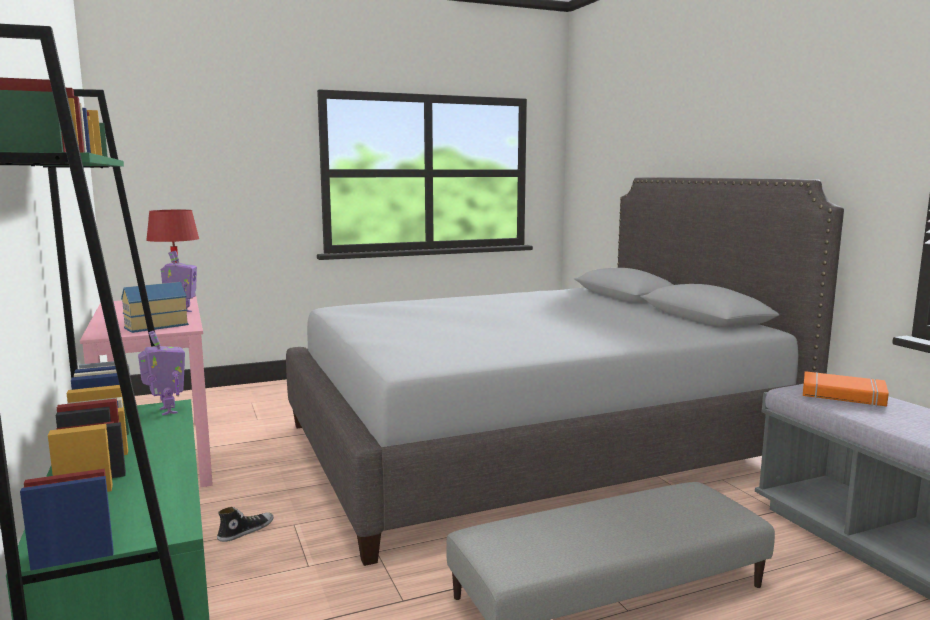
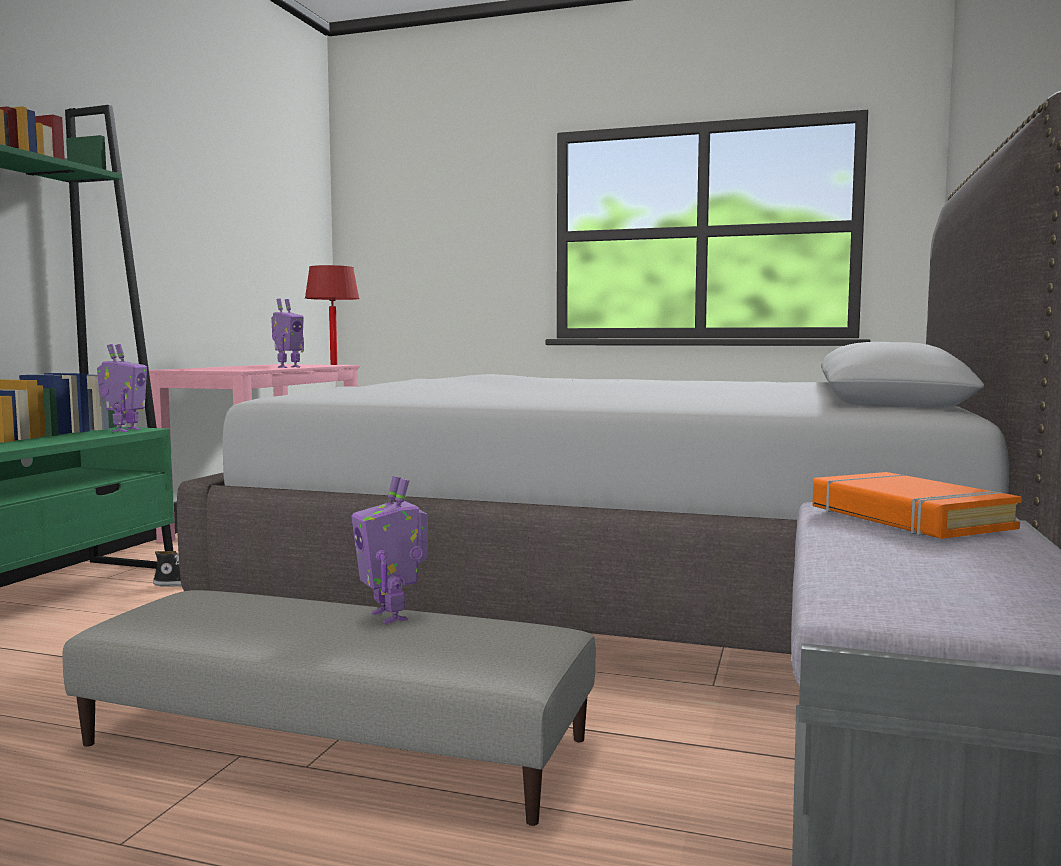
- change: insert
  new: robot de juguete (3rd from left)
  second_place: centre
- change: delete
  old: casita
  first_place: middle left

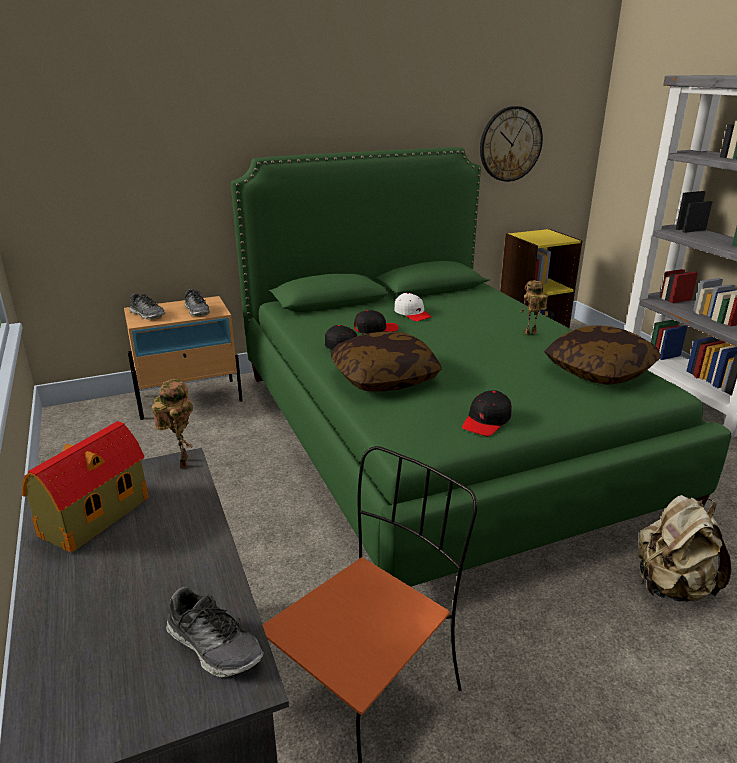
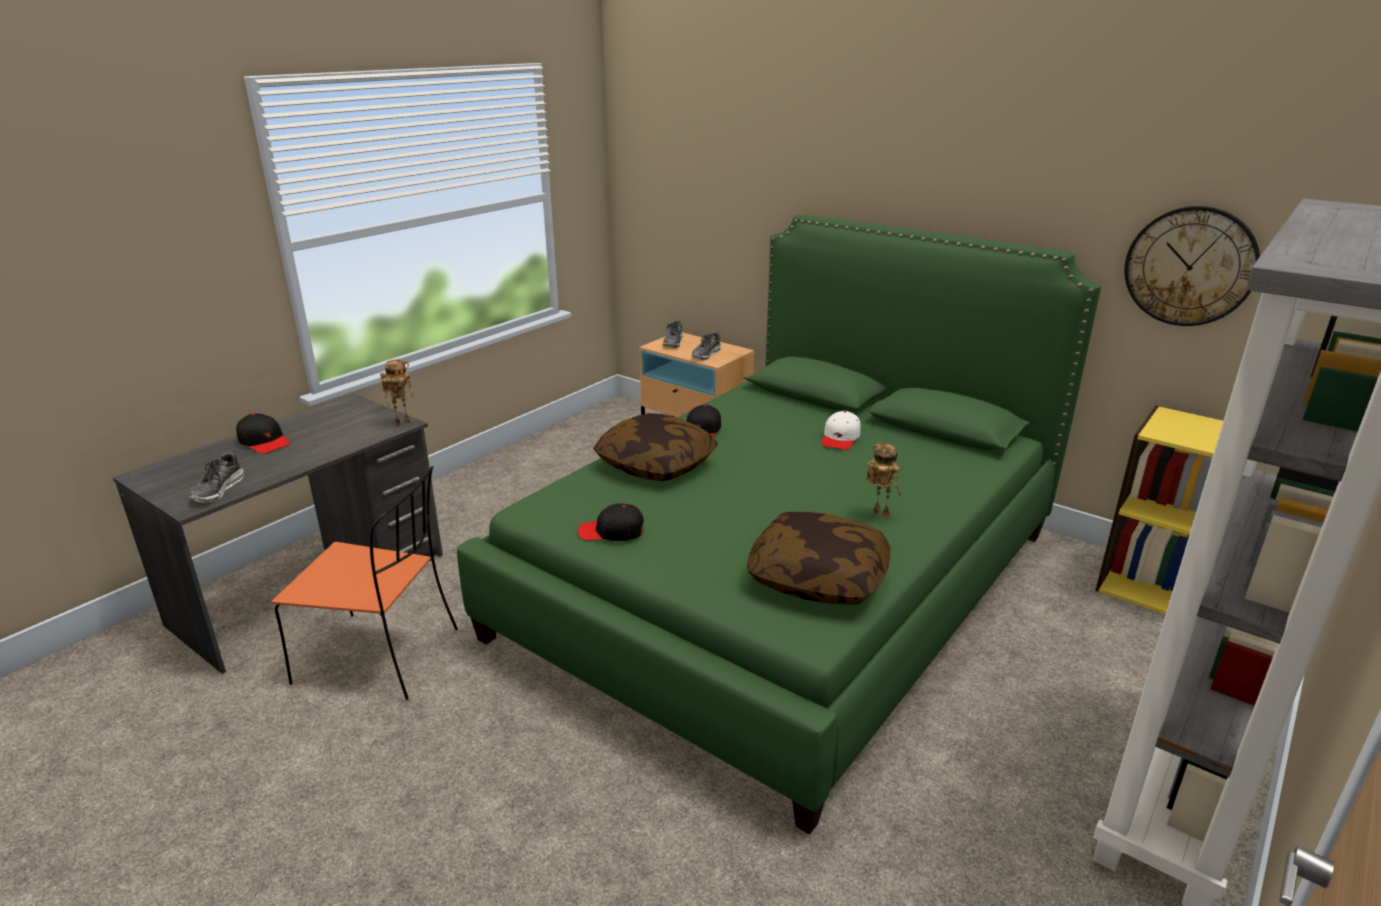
- change: move
  old: gorra/negro (2nd from left in the first image)
  new: gorra/negro (1st from left)
  first_place: centre
  second_place: middle left
- change: delete
  old: casita
  first_place: middle left
- change: delete
  old: mochila/beis
  first_place: bottom right

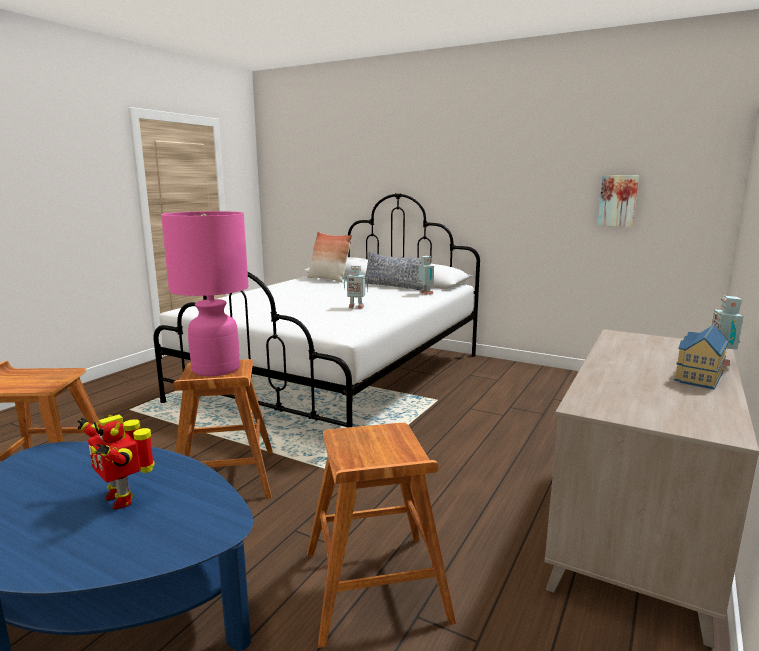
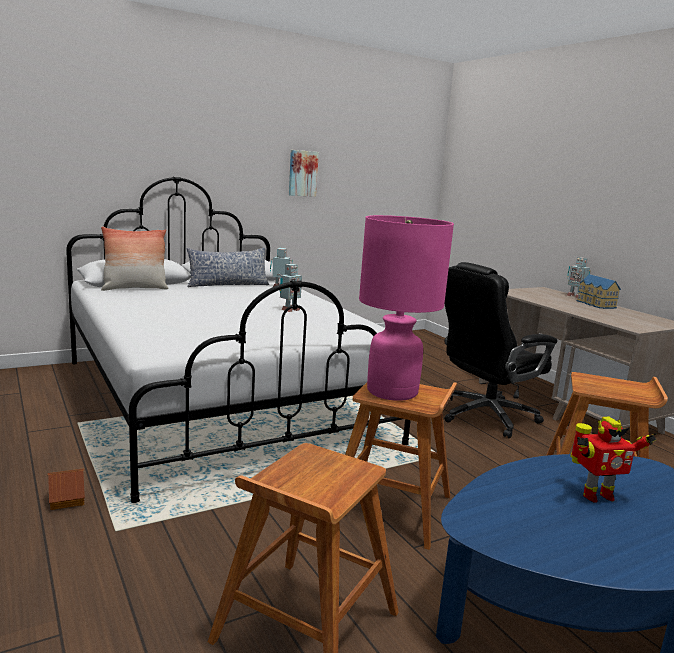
- change: insert
  new: casita (1st from left)
  second_place: bottom left
- change: move
  old: cuadro
  first_place: top right
  second_place: top centre
- change: insert
  new: silla de oficina/negro
  second_place: middle right

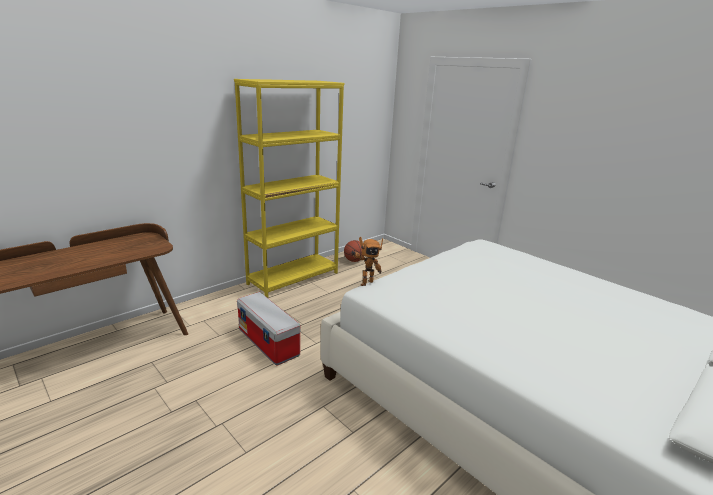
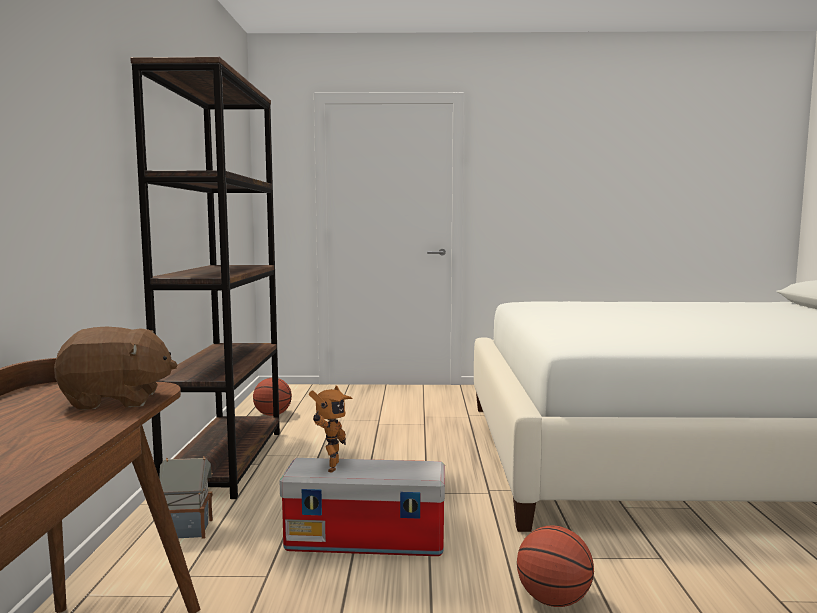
- change: insert
  new: peluche/marrón
  second_place: middle left
- change: recolor
  old: estantería/amarillo
  new: estantería/marrón
  first_place: centre
  second_place: middle left
- change: insert
  new: casita
  second_place: bottom left
- change: move
  old: robot de juguete
  first_place: centre
  second_place: bottom centre
- change: insert
  new: balón de baloncesto (2nd from left)
  second_place: bottom right

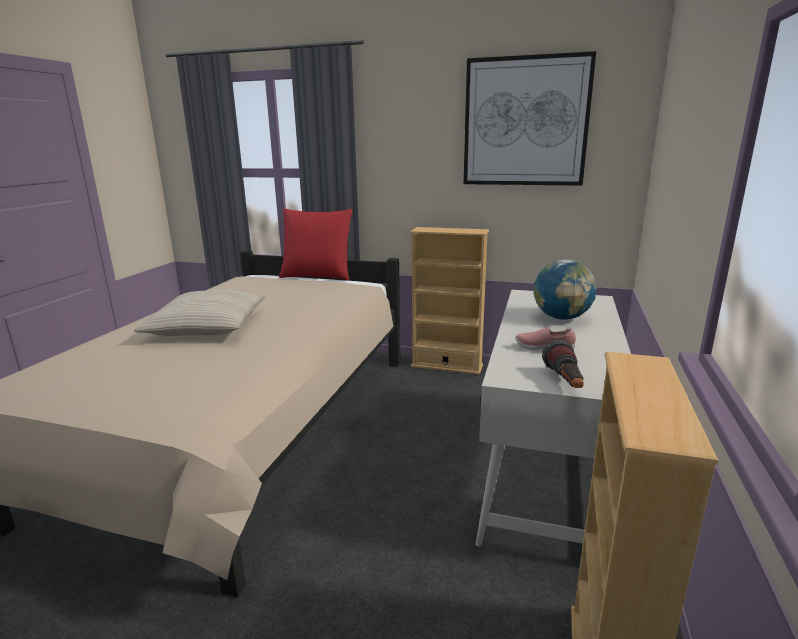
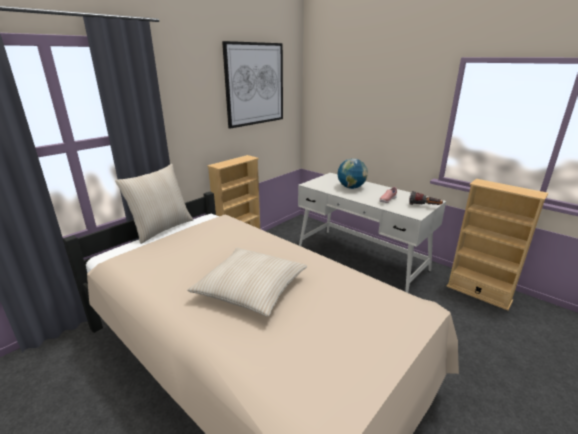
- change: recolor
  old: cojín/rojo
  new: cojín/beis (1st from left)
  first_place: centre
  second_place: middle left

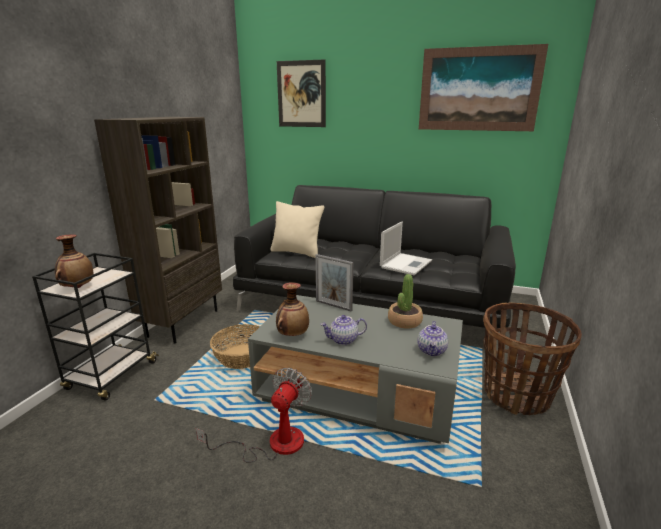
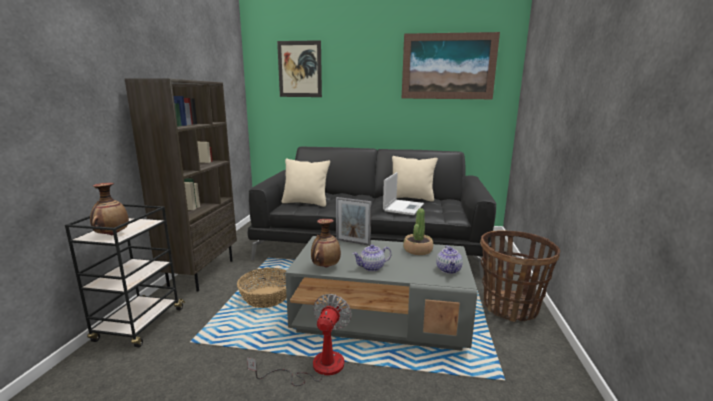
- change: insert
  new: cojín/beis (2nd from left)
  second_place: centre

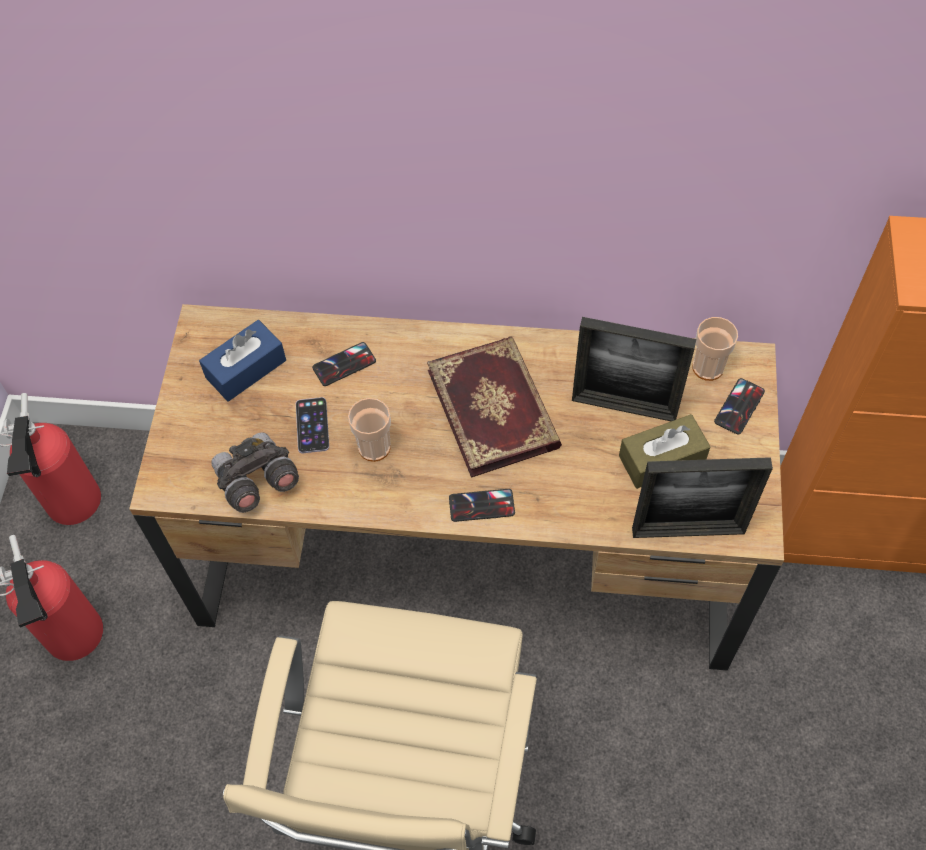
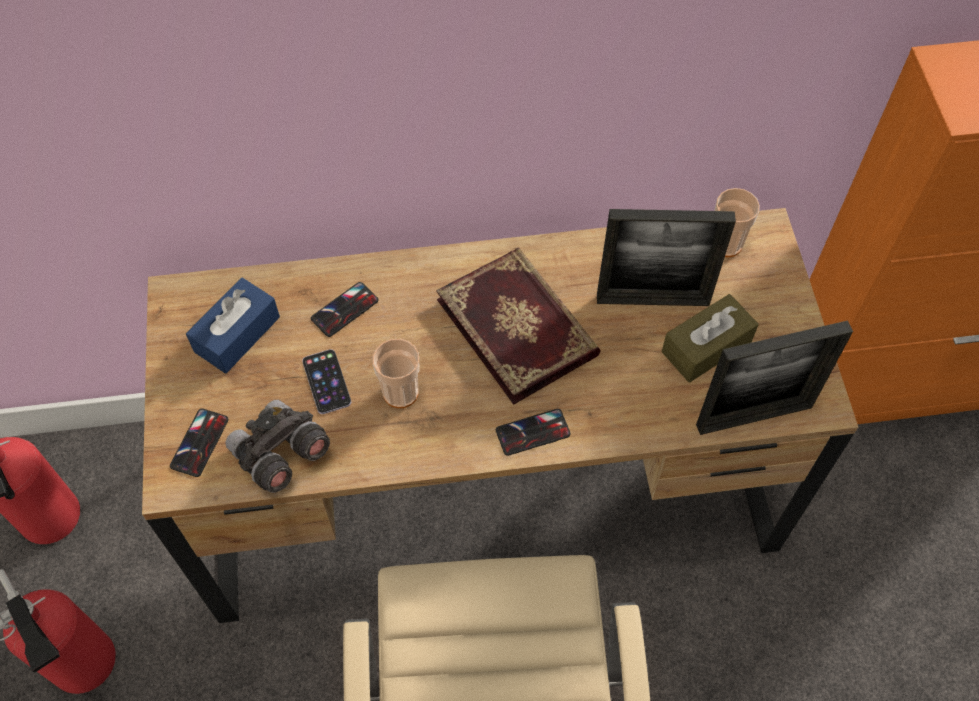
- change: move
  old: móvil (4th from left in the first image)
  new: móvil (1st from left)
  first_place: middle right
  second_place: middle left

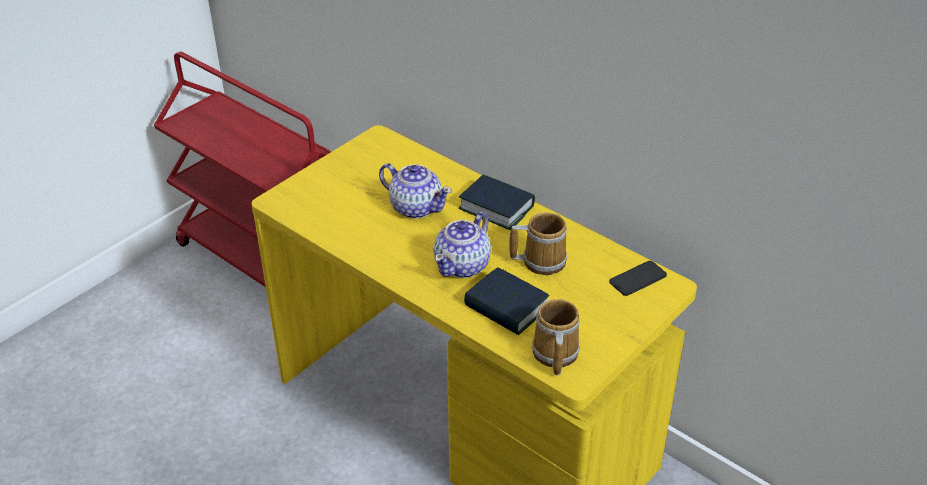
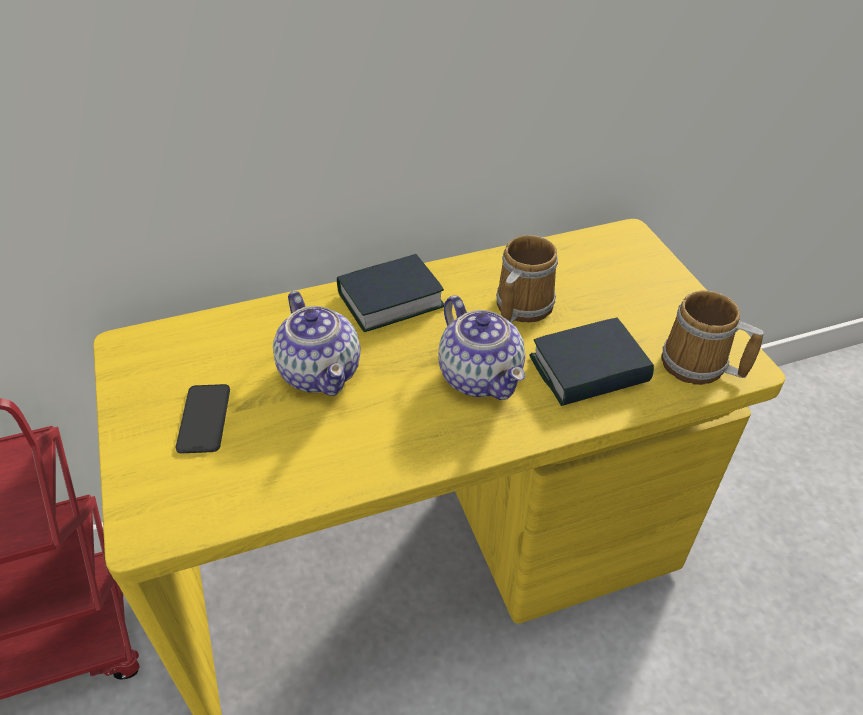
- change: move
  old: móvil
  first_place: middle right
  second_place: middle left
- change: rotate
  old: tetera (1st from left)
  first_place: centre
  second_place: centre
  degrees: 90

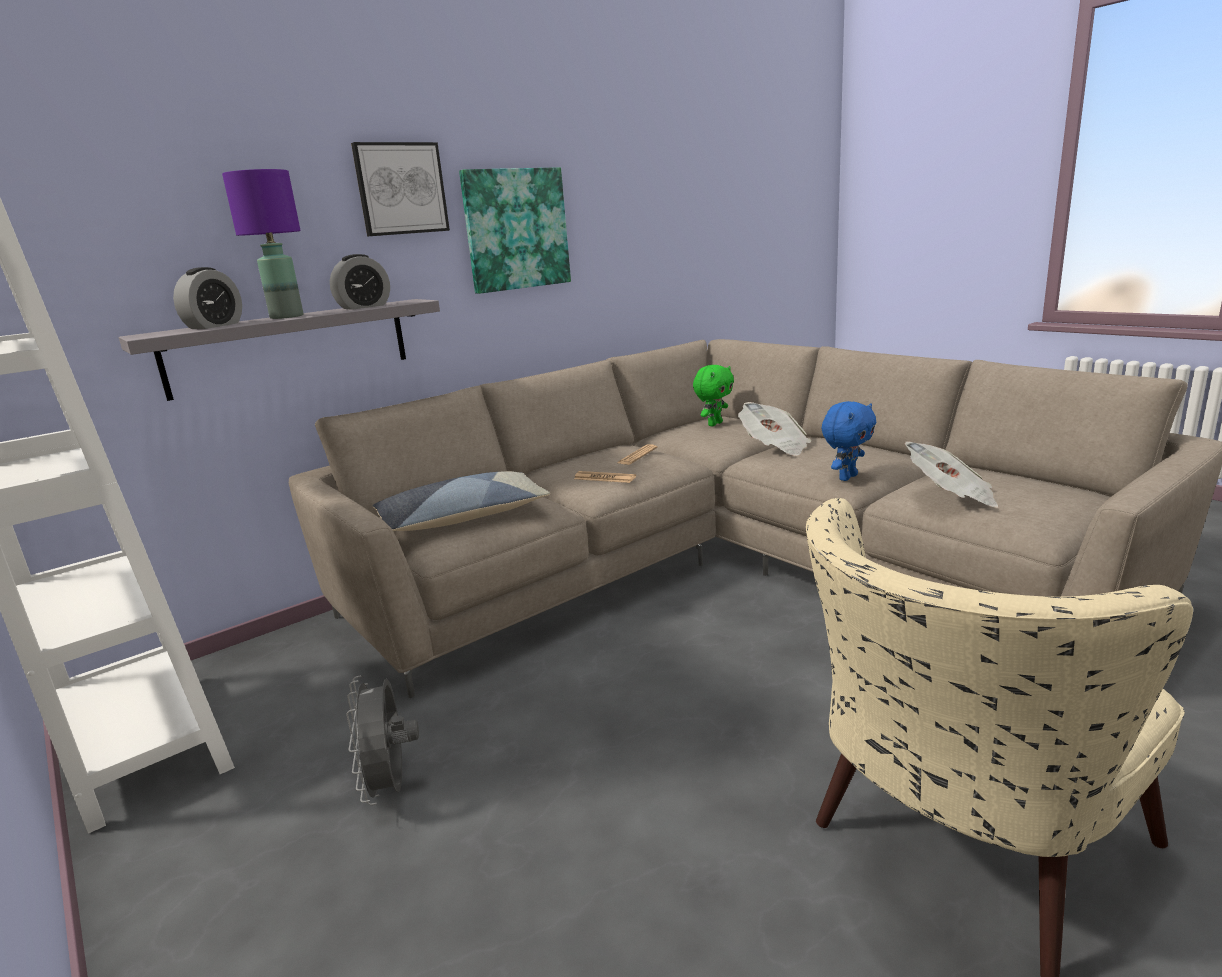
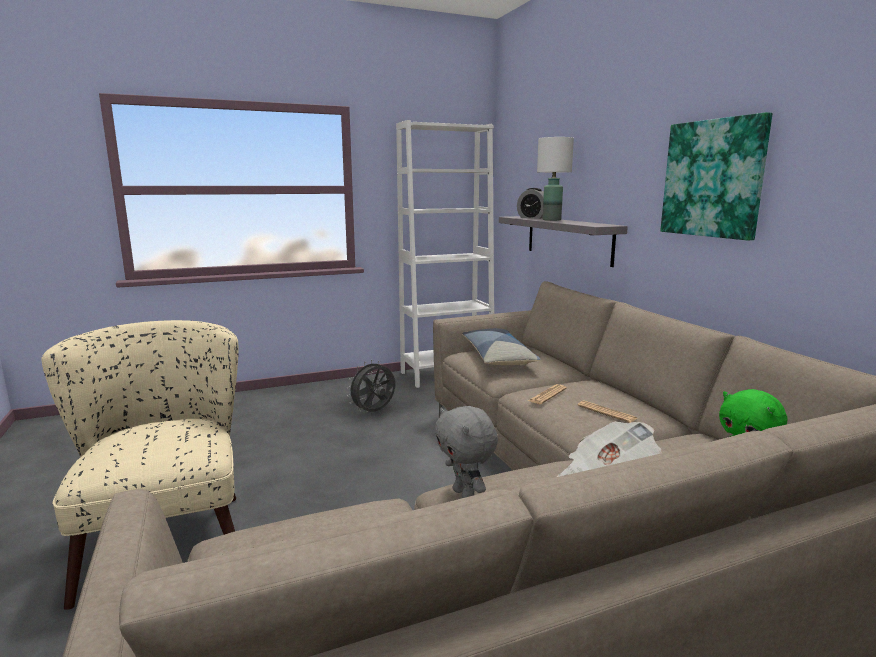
- change: rotate
  old: ventilador/gris
  first_place: bottom left
  second_place: centre
  degrees: -45
- change: recolor
  old: peluche/azul
  new: peluche/gris
  first_place: middle right
  second_place: bottom centre
- change: recolor
  old: lámpara de mesa/morado
  new: lámpara de mesa/blanco
  first_place: top left
  second_place: top centre
- change: delete
  old: despertador (2nd from left)
  first_place: top left
- change: delete
  old: cuadro (1st from left)
  first_place: top left
- change: delete
  old: periódico (4th from left)
  first_place: middle right

